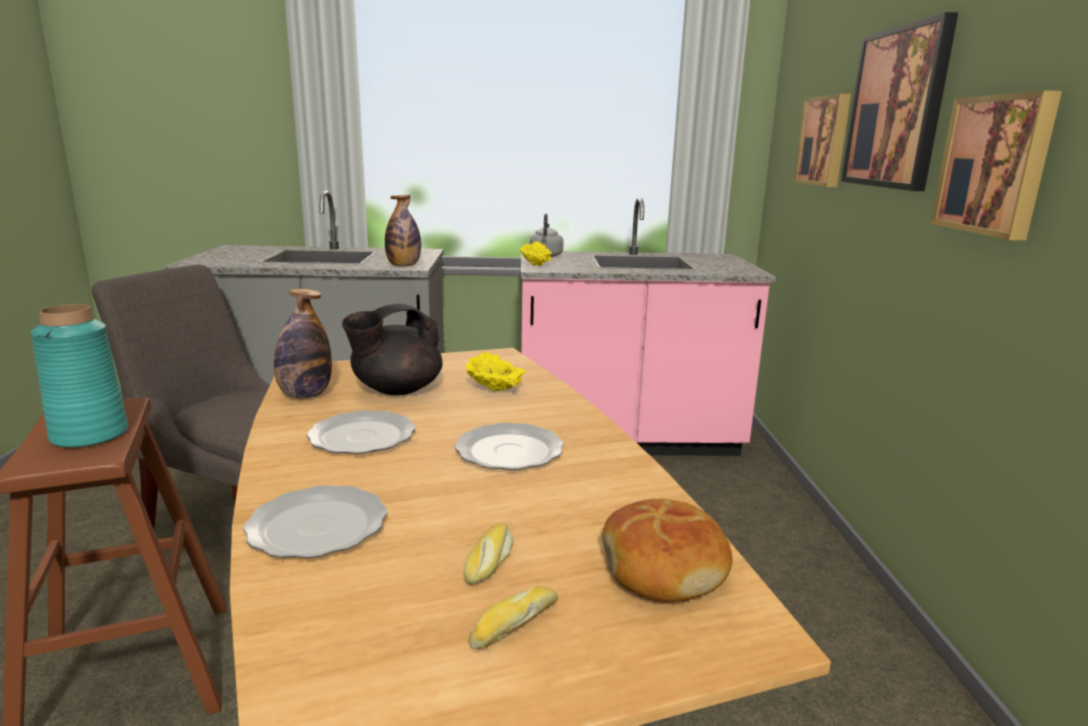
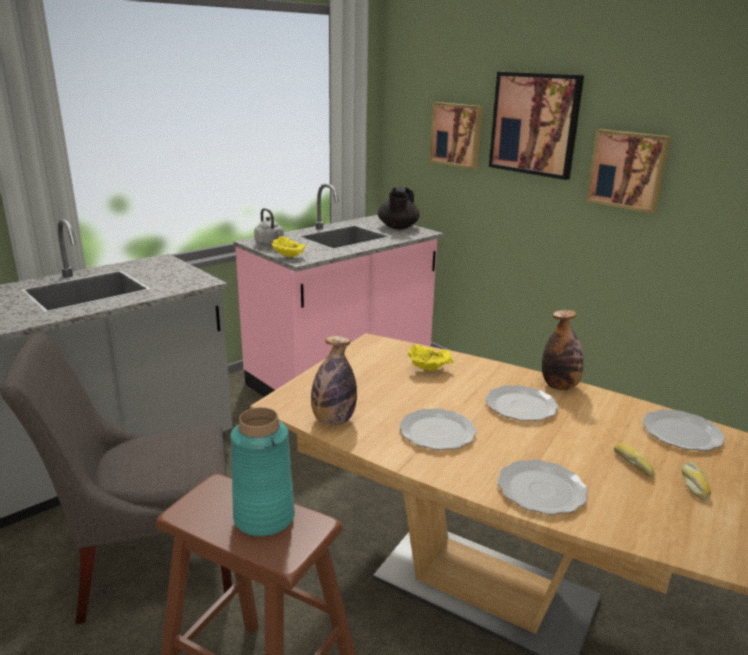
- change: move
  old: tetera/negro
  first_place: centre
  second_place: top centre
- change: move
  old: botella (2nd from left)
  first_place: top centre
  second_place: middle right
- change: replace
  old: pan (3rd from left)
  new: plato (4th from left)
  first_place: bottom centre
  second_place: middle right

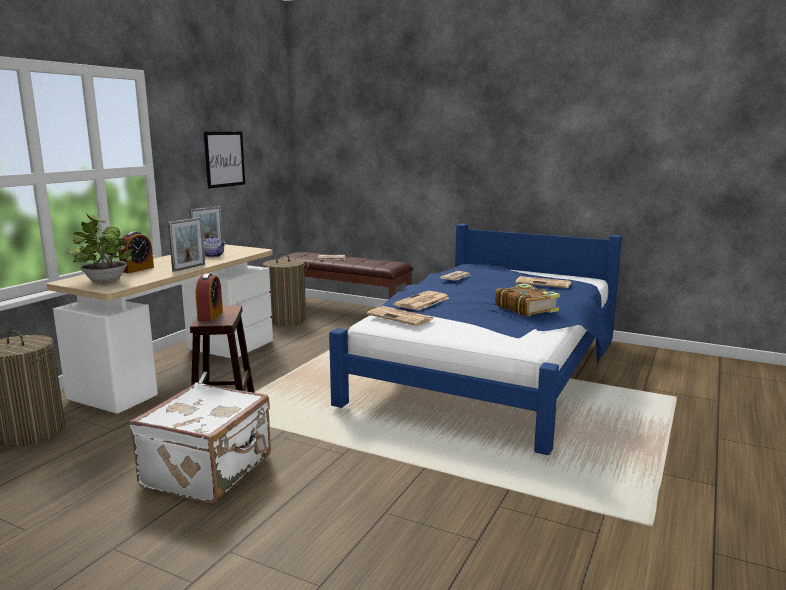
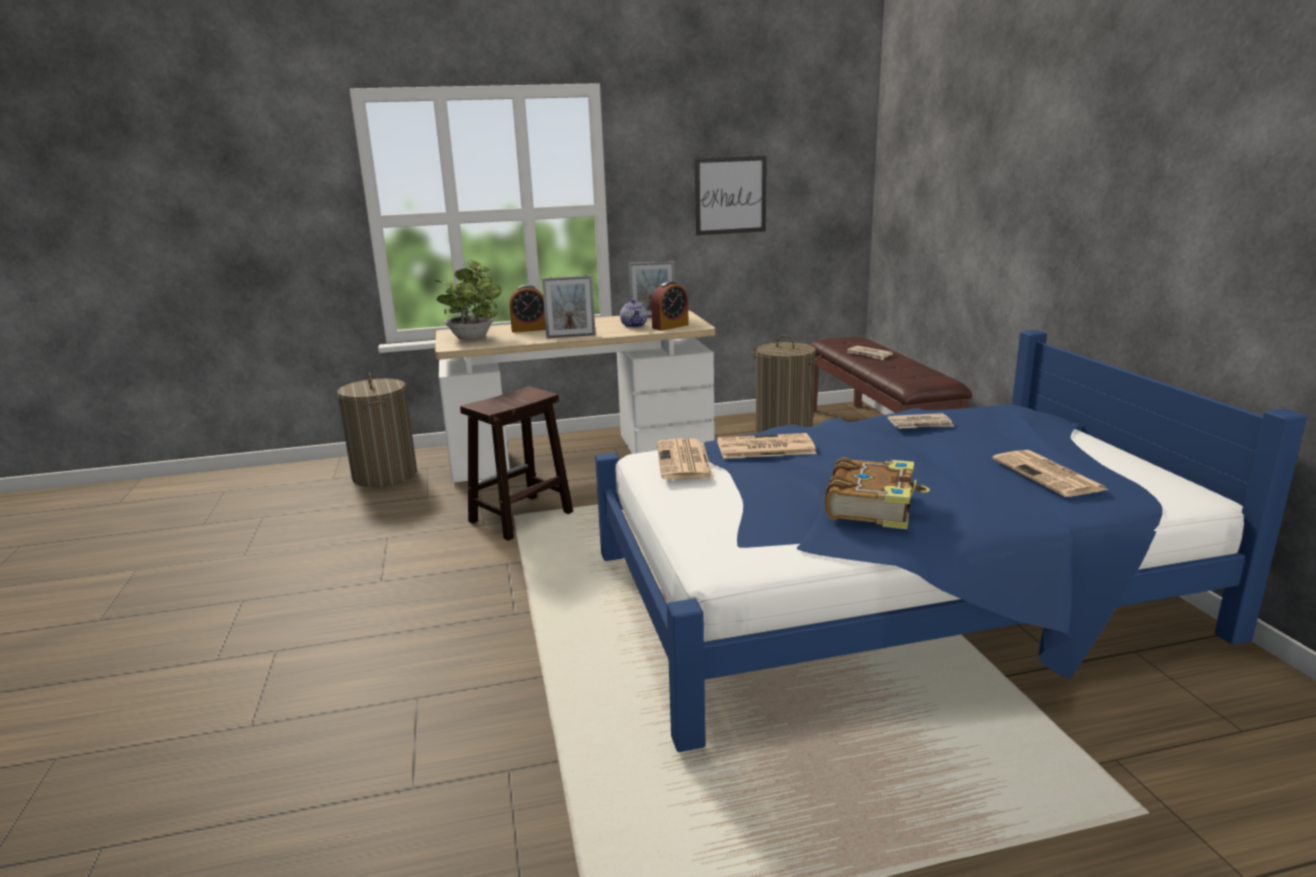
- change: move
  old: despertador (2nd from left)
  first_place: middle left
  second_place: centre
- change: delete
  old: maleta/blanco
  first_place: bottom left

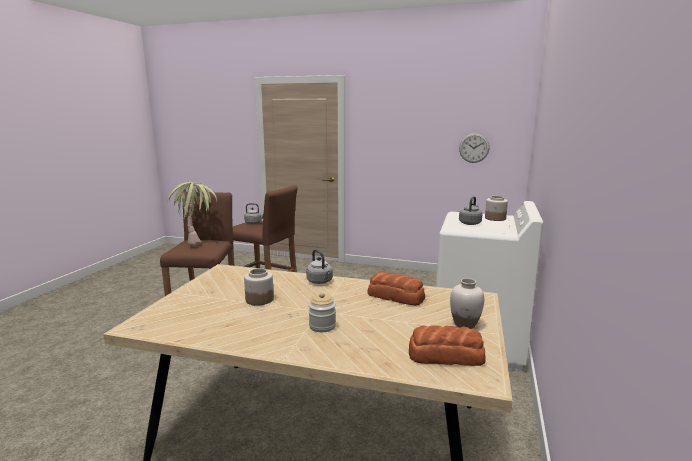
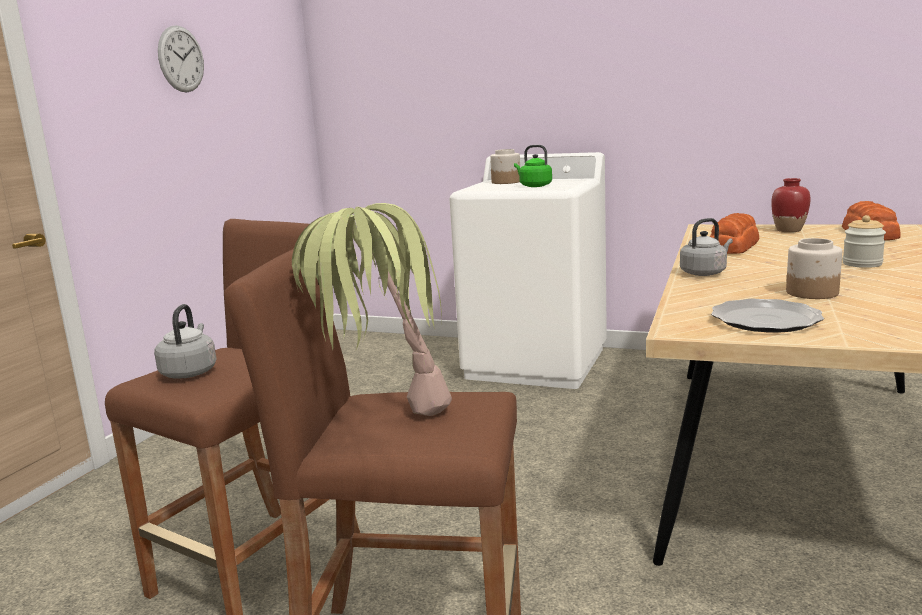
- change: move
  old: reloj de pared
  first_place: top right
  second_place: top left
- change: recolor
  old: hervidor/gris (3rd from left)
  new: hervidor/verde
  first_place: middle right
  second_place: top centre
- change: insert
  new: plato
  second_place: middle right
- change: recolor
  old: florero/blanco
  new: florero/rojo
  first_place: middle right
  second_place: middle right

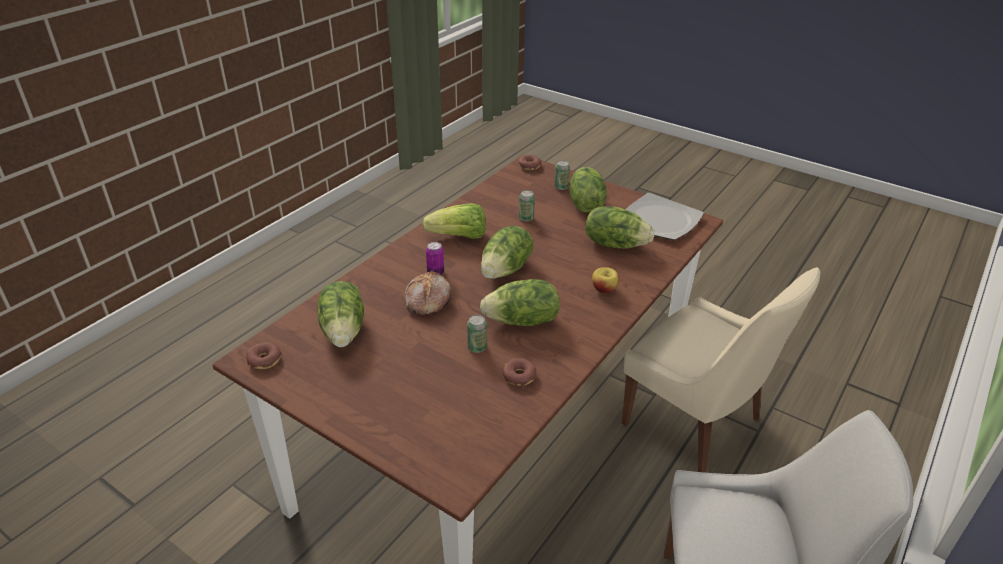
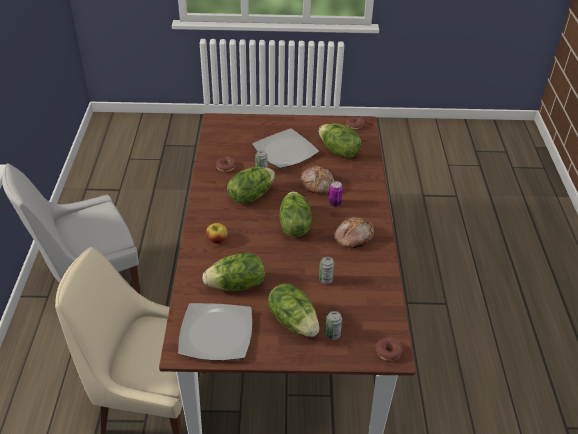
- change: insert
  new: plato (2nd from left)
  second_place: centre
- change: replace
  old: lechuga (2nd from left)
  new: pan (2nd from left)
  first_place: centre
  second_place: centre

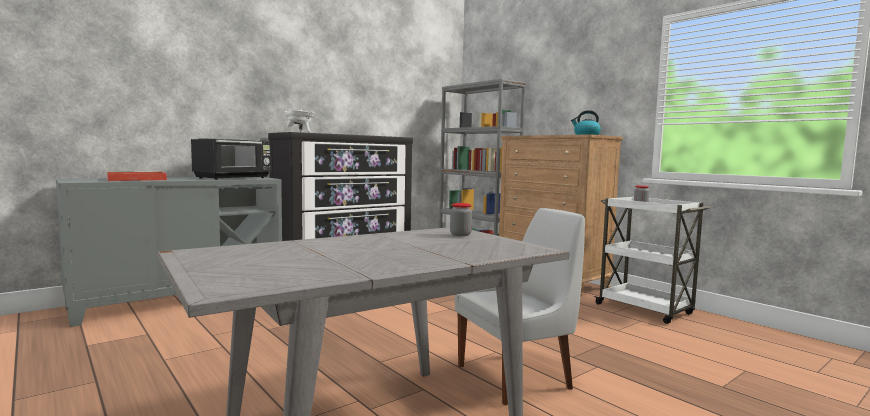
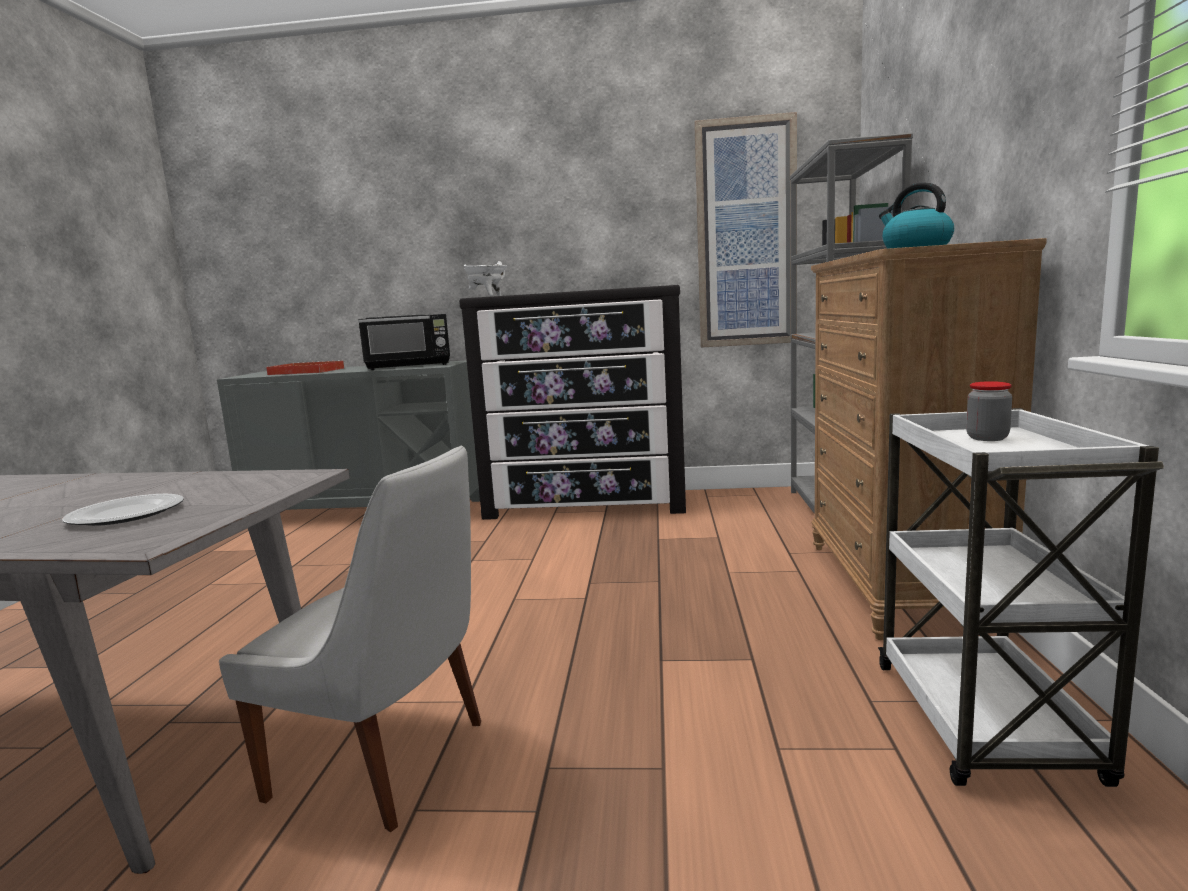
- change: insert
  new: plato
  second_place: middle left
- change: insert
  new: cuadro
  second_place: top centre
- change: delete
  old: tarro (1st from left)
  first_place: centre

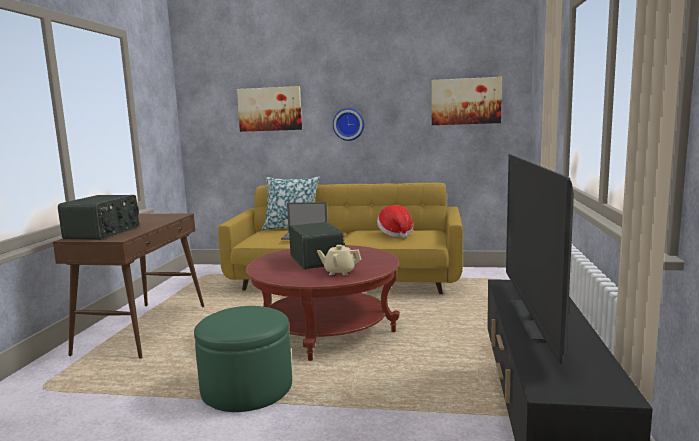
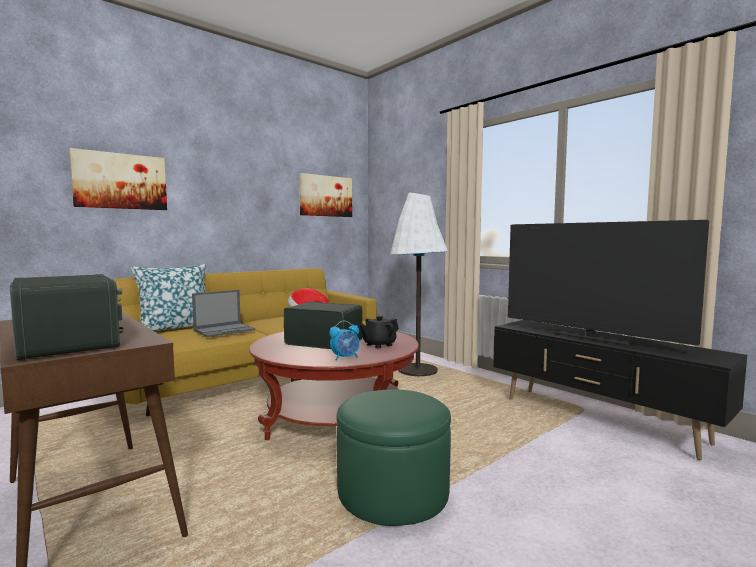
- change: insert
  new: despertador
  second_place: centre
- change: recolor
  old: tetera/beis
  new: tetera/negro
  first_place: centre
  second_place: centre
- change: insert
  new: lámpara de pie/blanco
  second_place: centre
- change: delete
  old: reloj de pared
  first_place: top centre

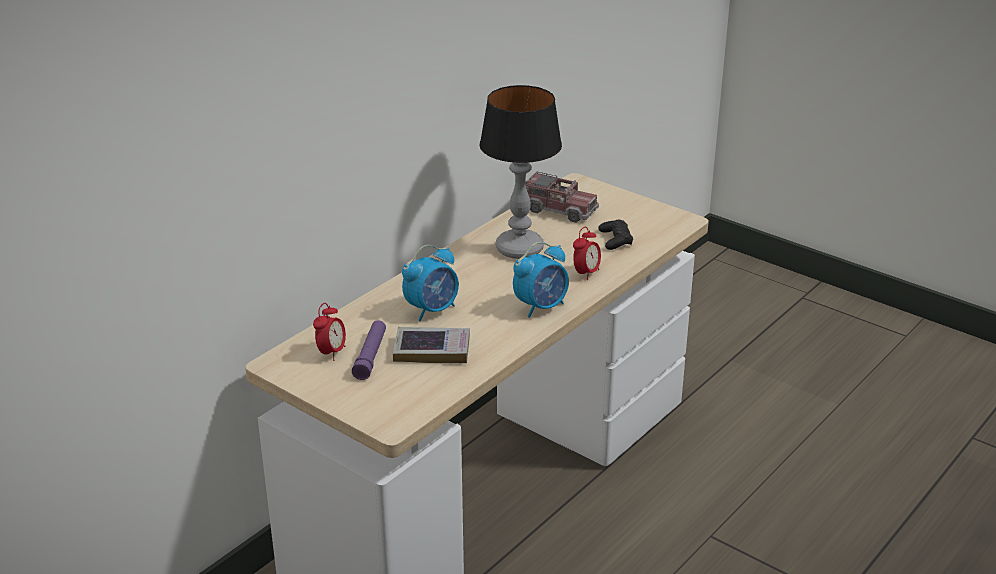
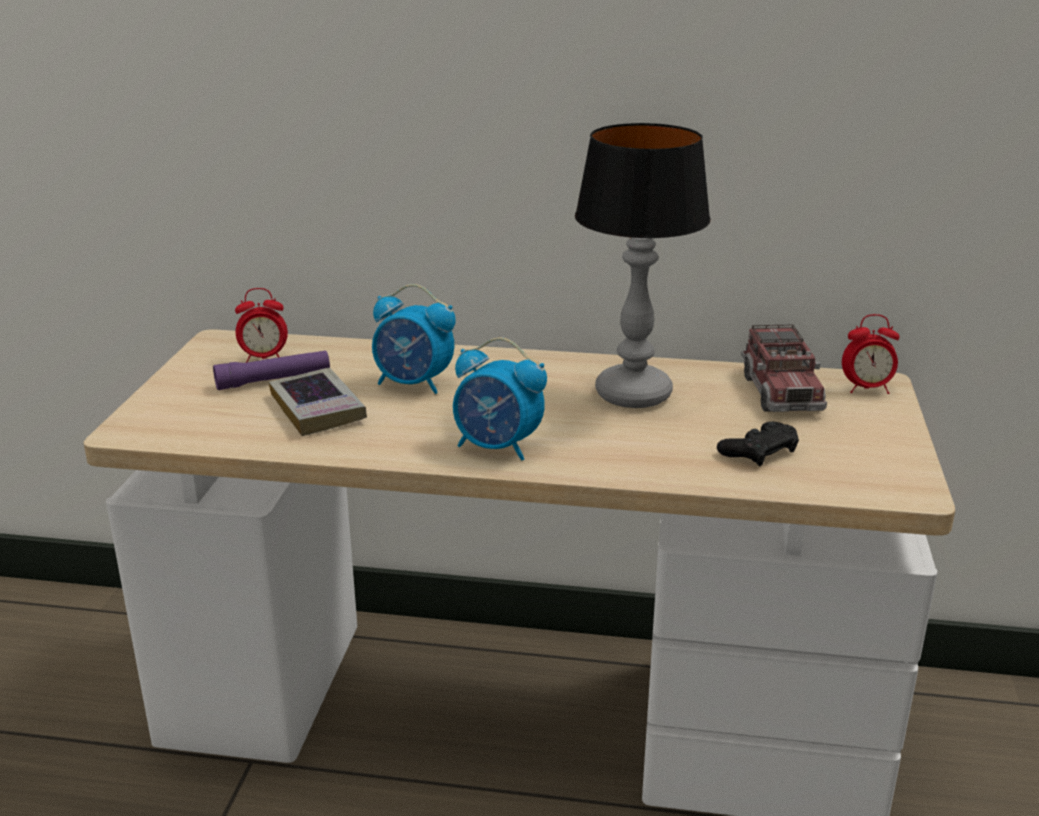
- change: move
  old: despertador (4th from left)
  first_place: centre
  second_place: middle right

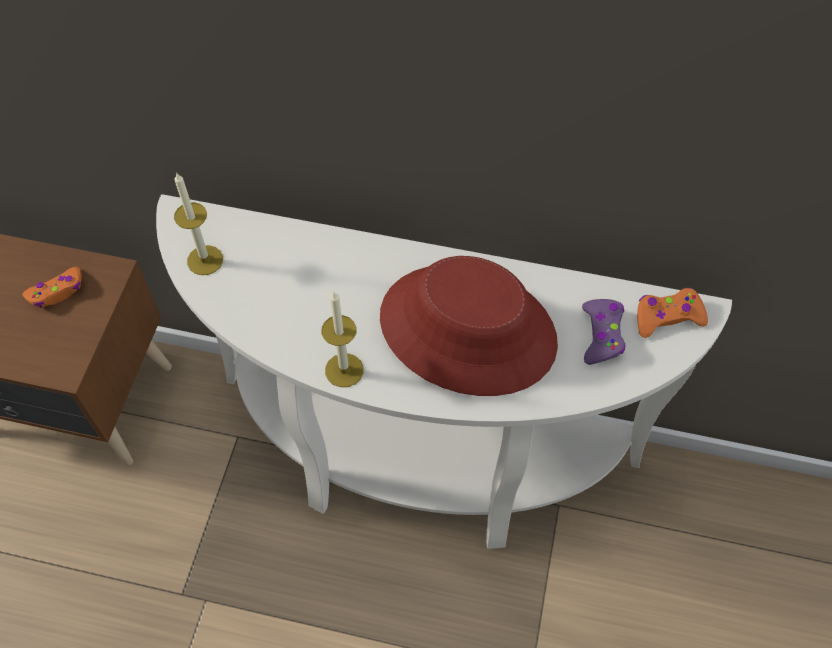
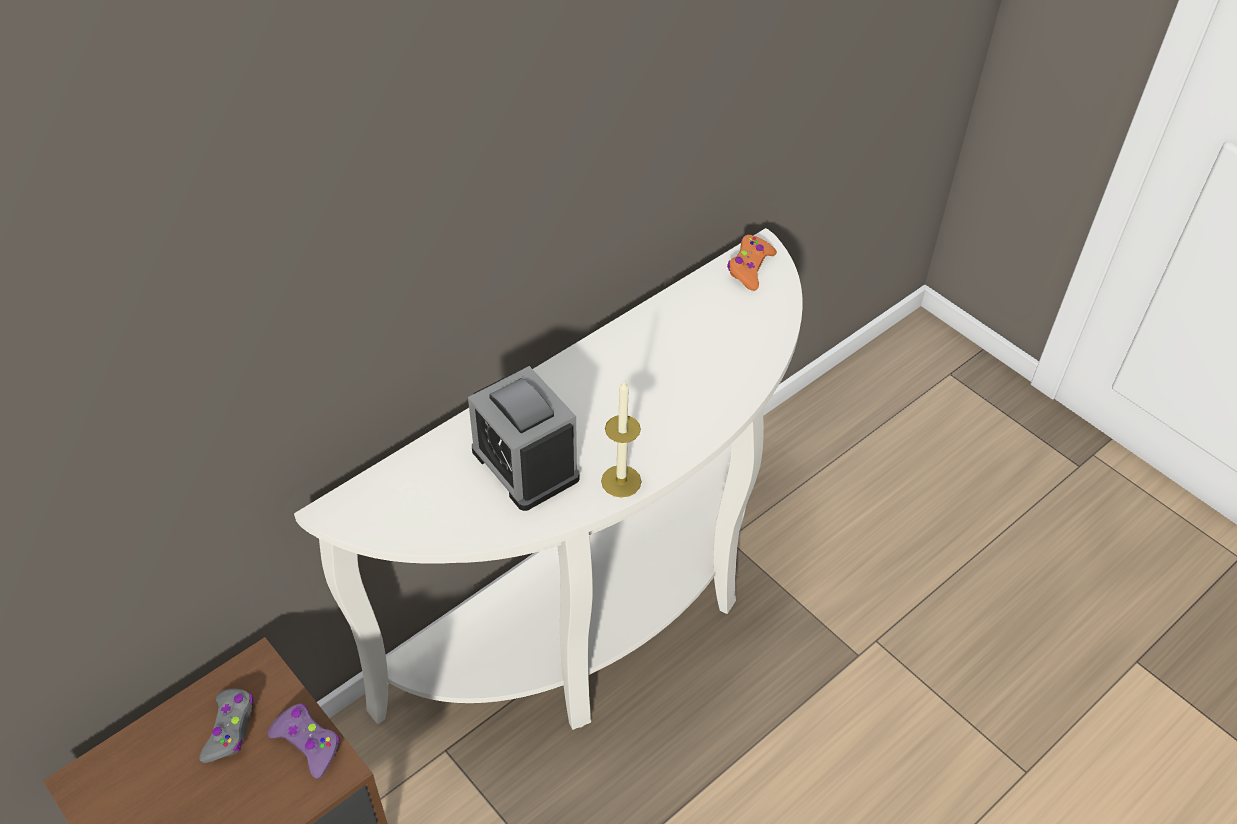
- change: recolor
  old: mando de consola/naranja (1st from left)
  new: mando de consola/gris
  first_place: middle left
  second_place: bottom left
- change: move
  old: mando de consola/morado
  first_place: middle right
  second_place: bottom left
- change: insert
  new: despertador
  second_place: centre
- change: delete
  old: vela (1st from left)
  first_place: middle left
- change: delete
  old: sombrero/rojo
  first_place: centre

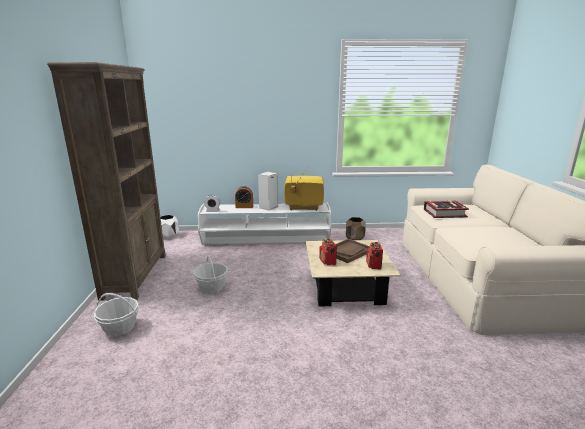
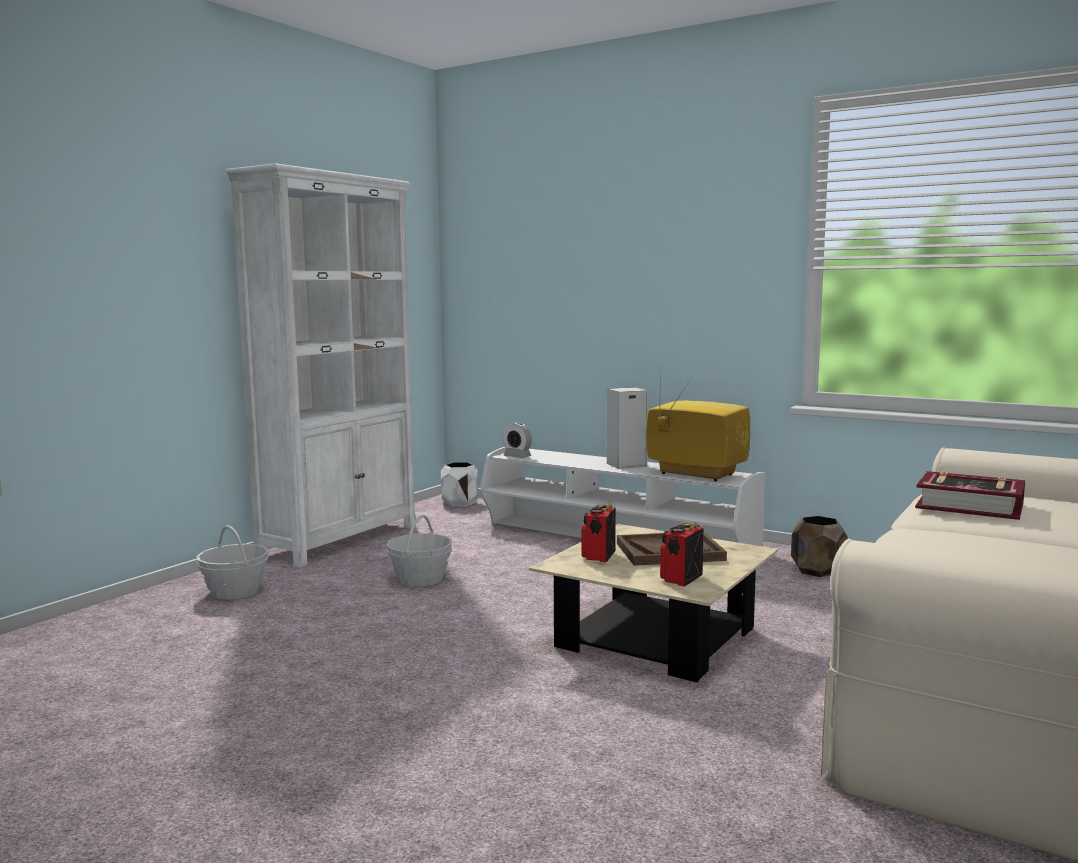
- change: recolor
  old: estantería/marrón
  new: estantería/blanco
  first_place: middle left
  second_place: middle left
- change: delete
  old: despertador (2nd from left)
  first_place: centre

